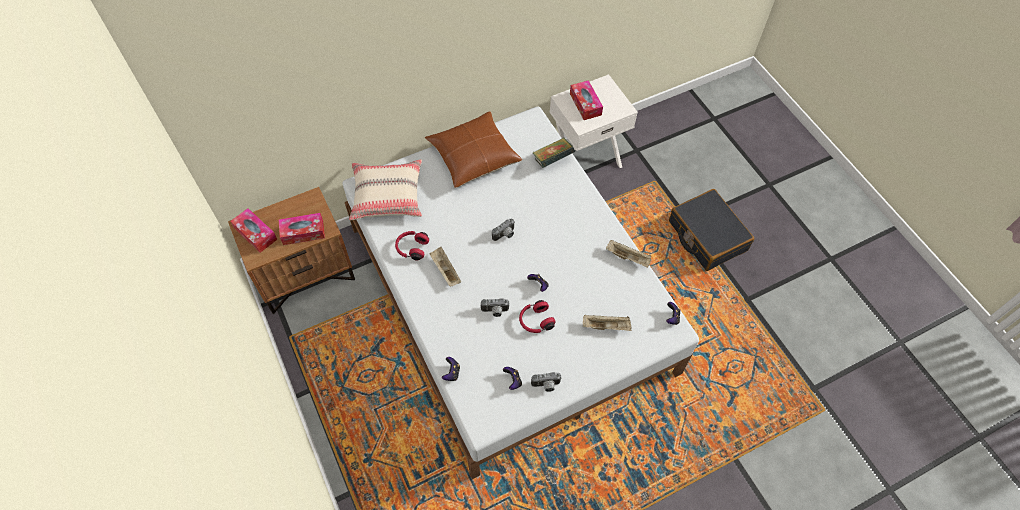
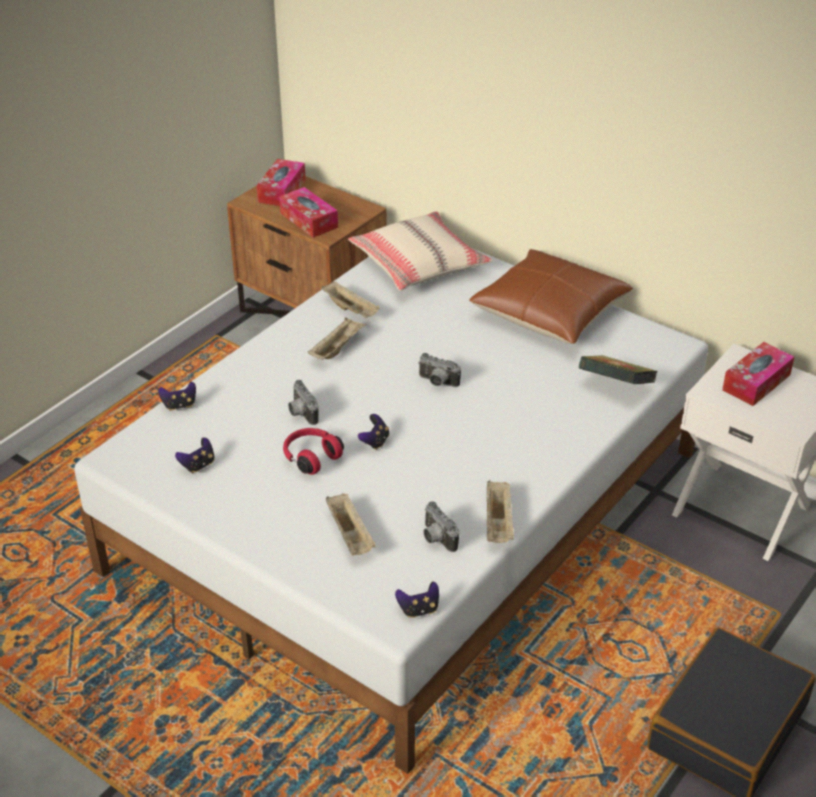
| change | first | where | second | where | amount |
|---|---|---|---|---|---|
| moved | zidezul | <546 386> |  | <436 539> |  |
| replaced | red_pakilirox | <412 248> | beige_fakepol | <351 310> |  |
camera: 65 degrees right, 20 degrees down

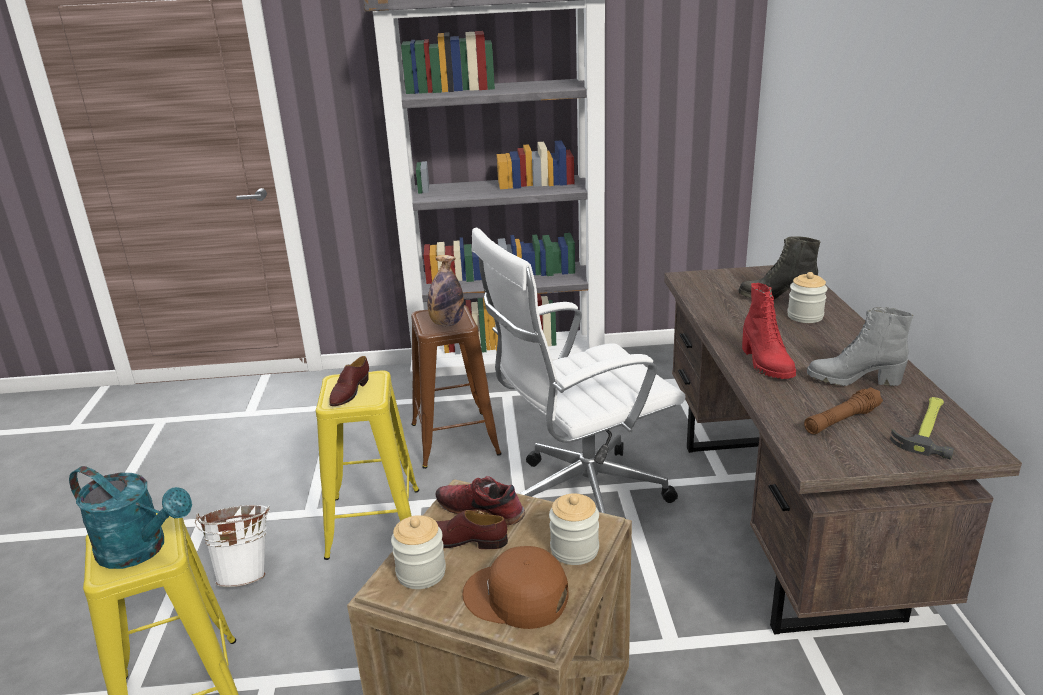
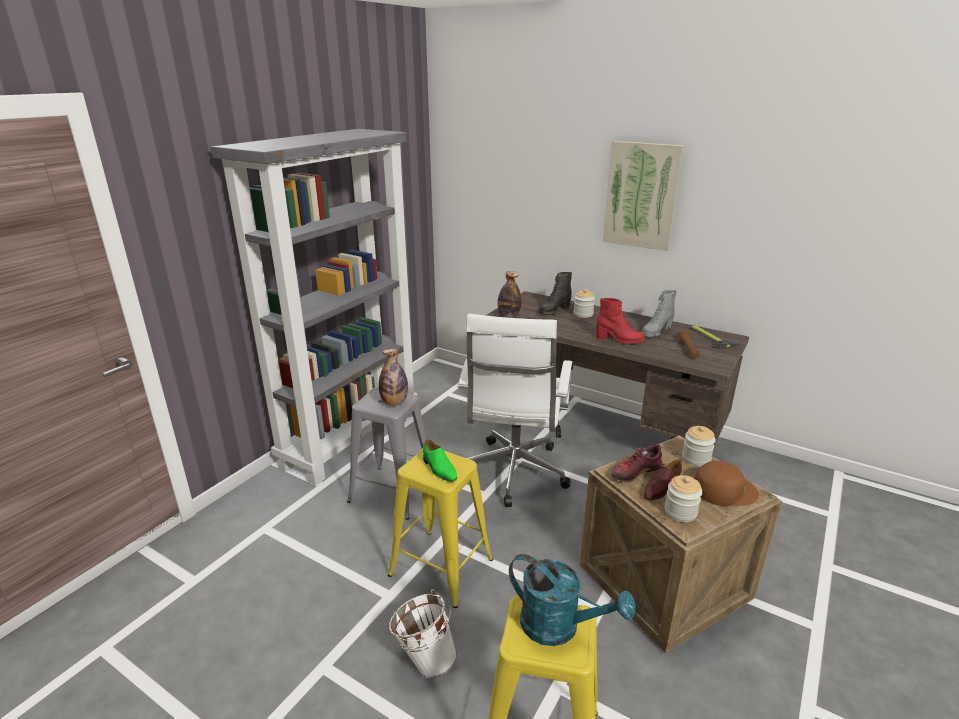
| change | first | where | second | where | amount |
|---|---|---|---|---|---|
| added |  |  | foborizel | <508 316> |  |
| added |  |  | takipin | <642 195> |  |
| recoloured | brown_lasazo | <349 392> | green_lasazo | <439 469> |  |
| recoloured | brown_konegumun | <455 439> | grey_konegumun | <392 492> |  |
| turned | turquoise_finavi | <141 550> |  | <559 627> | 60 degrees clockwise |
| turned | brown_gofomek | <516 597> |  | <723 490> | 150 degrees counterclockwise |
camera: 55 degrees left, 0 degrees up

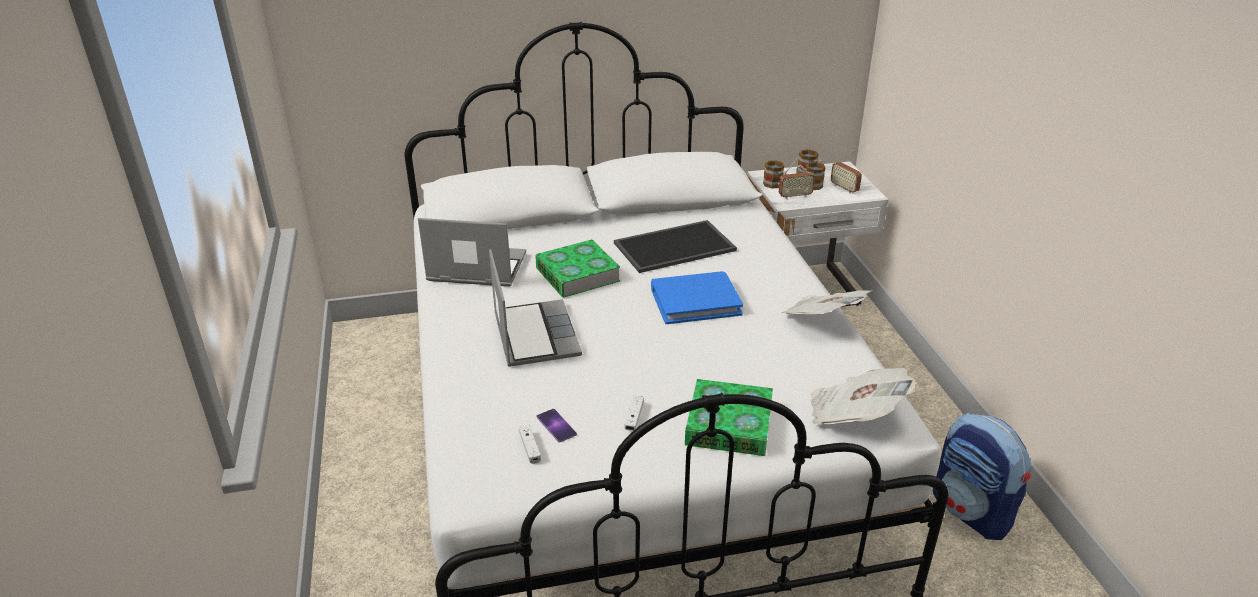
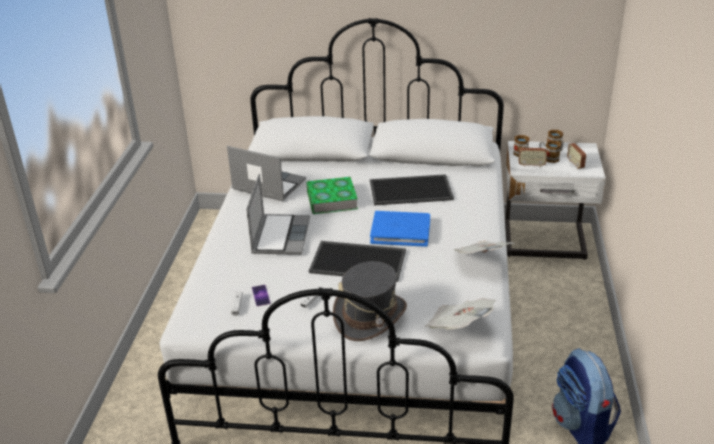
| change | first | where | second | where | amount |
|---|---|---|---|---|---|
| added |  |  | fakepol | <359 261> |  |
| replaced | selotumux | <729 424> | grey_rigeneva | <370 316> |  |
camera: 20 degrees right, 0 degrees up

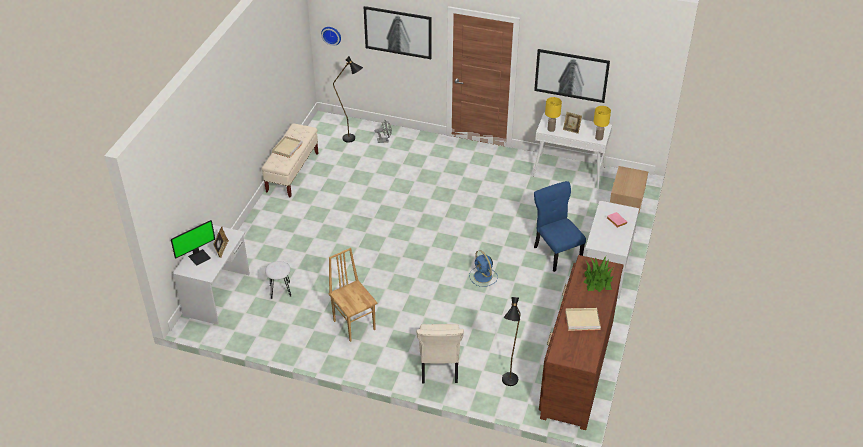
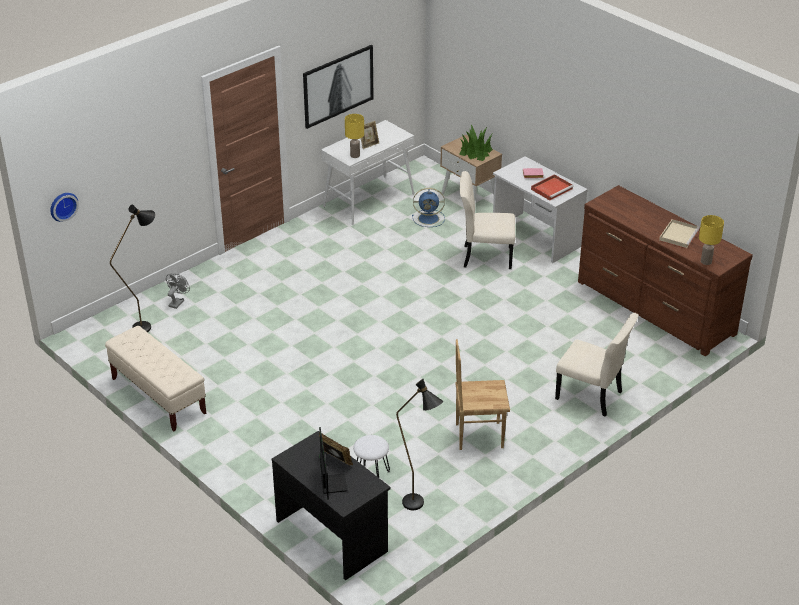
| change | first | where | second | where | amount |
|---|---|---|---|---|---|
| removed | beige_fakepol | <287 147> |  |  |  |
| removed | takipin | <398 32> |  |  |  |
| added |  |  | red_fakepol | <552 188> |  |
| moved | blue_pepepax | <483 277> |  | <429 218> |  |
| moved | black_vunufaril | <509 384> |  | <419 506> |  |
| moved | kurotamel | <597 281> |  | <475 152> |  |
| moved | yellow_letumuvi | <599 138> |  | <706 261> |  |
| recoloured | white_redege | <218 294> | black_redege | <332 535> |  |
| recoloured | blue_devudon | <556 253> | beige_devudon | <485 257> |  |
camera: 60 degrees left, 5 degrees down

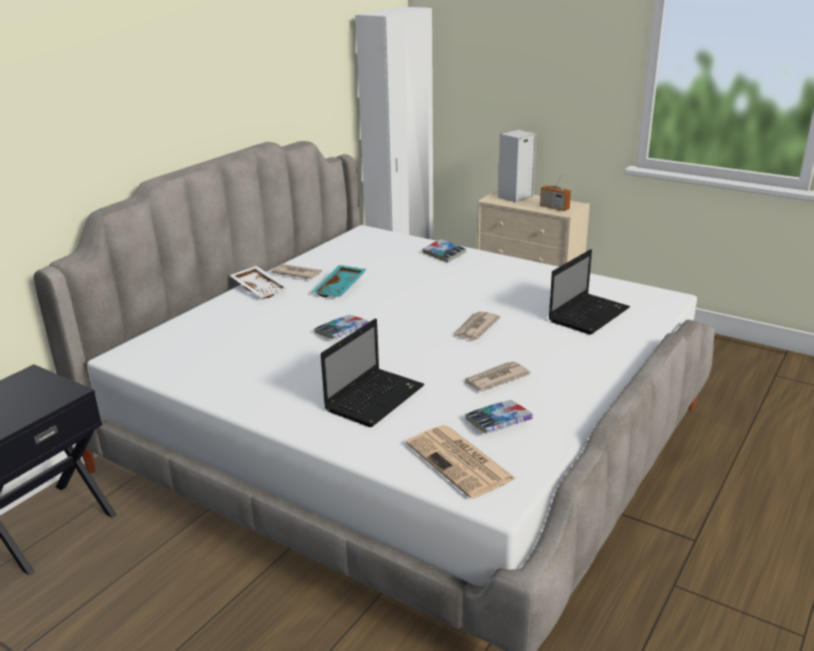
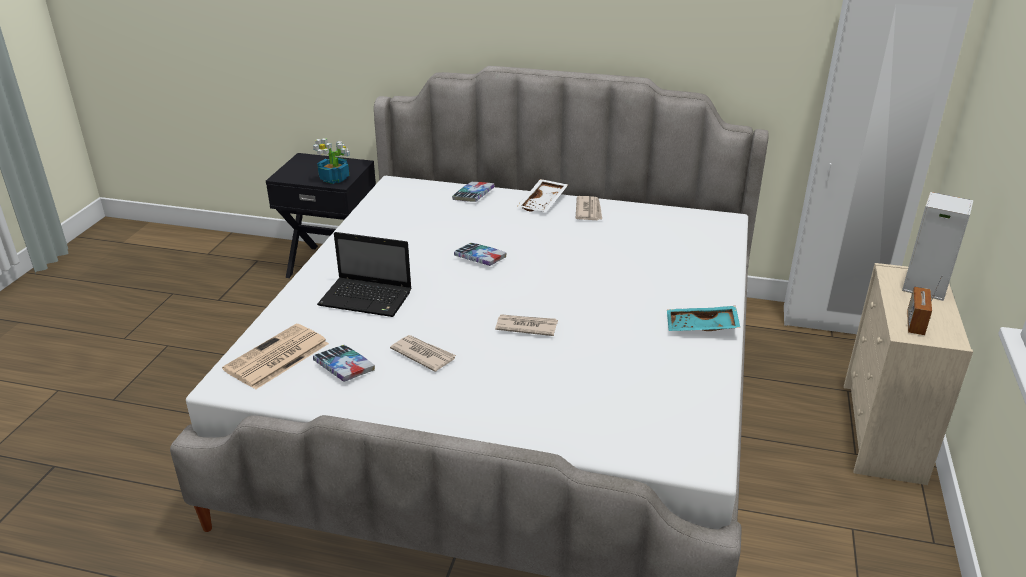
| change | first | where | second | where | amount |
|---|---|---|---|---|---|
| removed | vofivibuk | <589 314> |  |  |  |
| added |  |  | kurotamel | <335 178> |  |
| moved | turquoise_fakepol | <341 288> |  | <701 328> |  |
| moved | selotumux | <444 254> |  | <473 195> |  |
camera: 70 degrees right, 5 degrees up

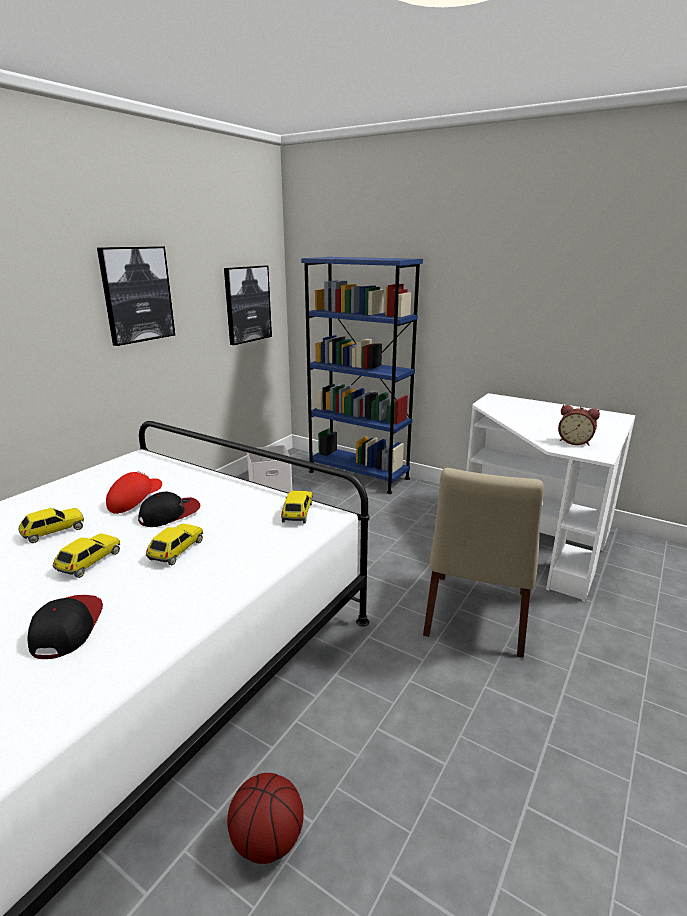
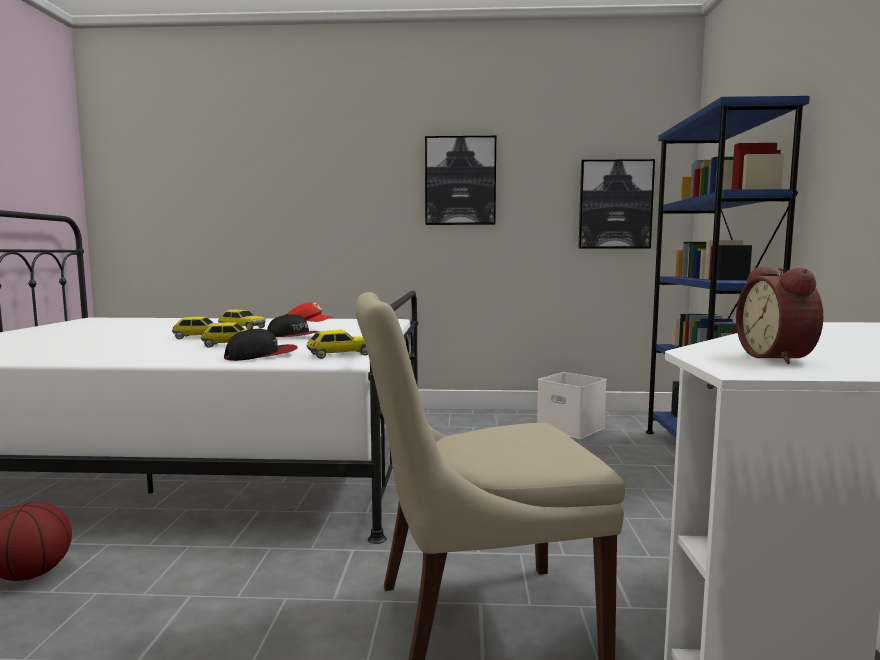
| change | first | where | second | where | amount |
|---|---|---|---|---|---|
| moved | gofomek | <66 628> |  | <261 355> |  |
camera: 60 degrees right, 15 degrees down

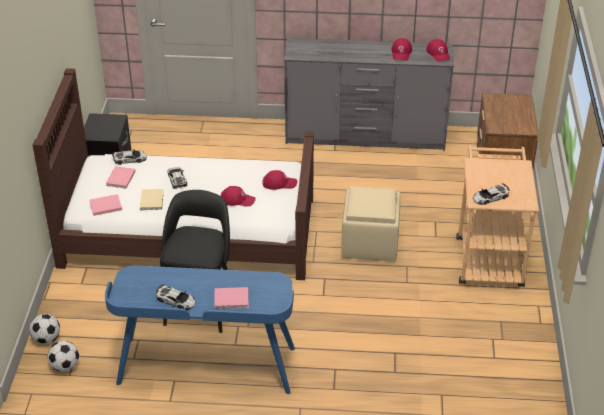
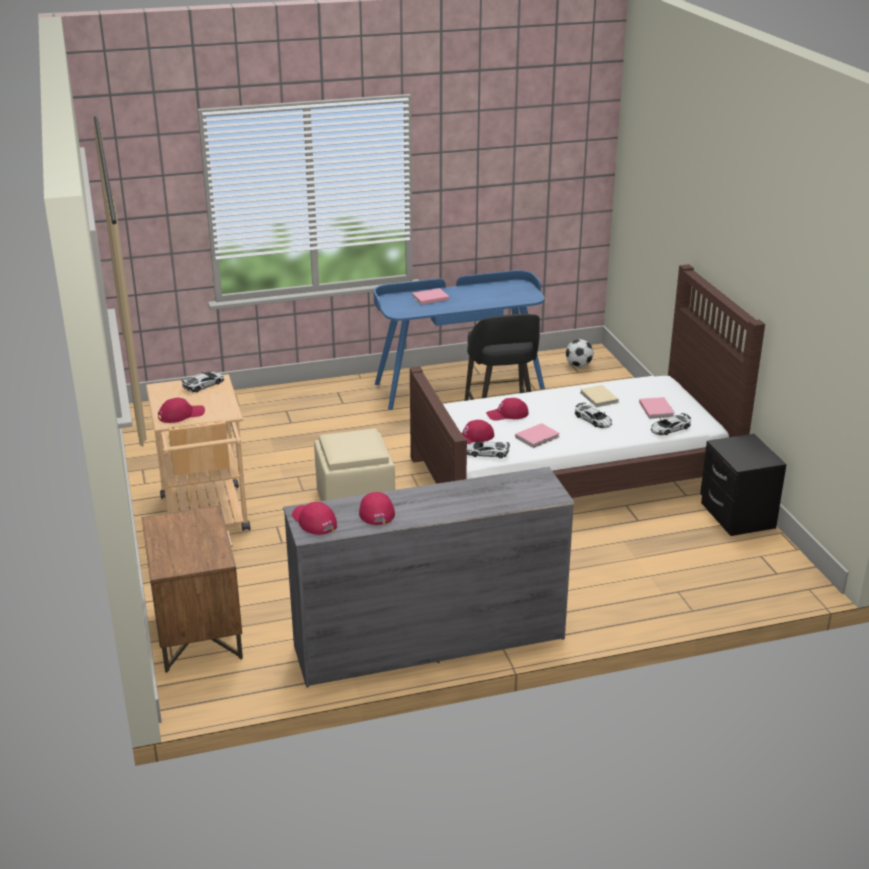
| change | first | where | second | where | amount |
|---|---|---|---|---|---|
| removed | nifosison | <46 339> |  |  |  |
| added |  |  | red_gofomek | <181 415> |  |
| moved | pink_selotumux | <104 206> |  | <538 437> |  |
| moved | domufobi | <176 300> |  | <487 452> |  |
camera: 160 degrees right, 10 degrees down

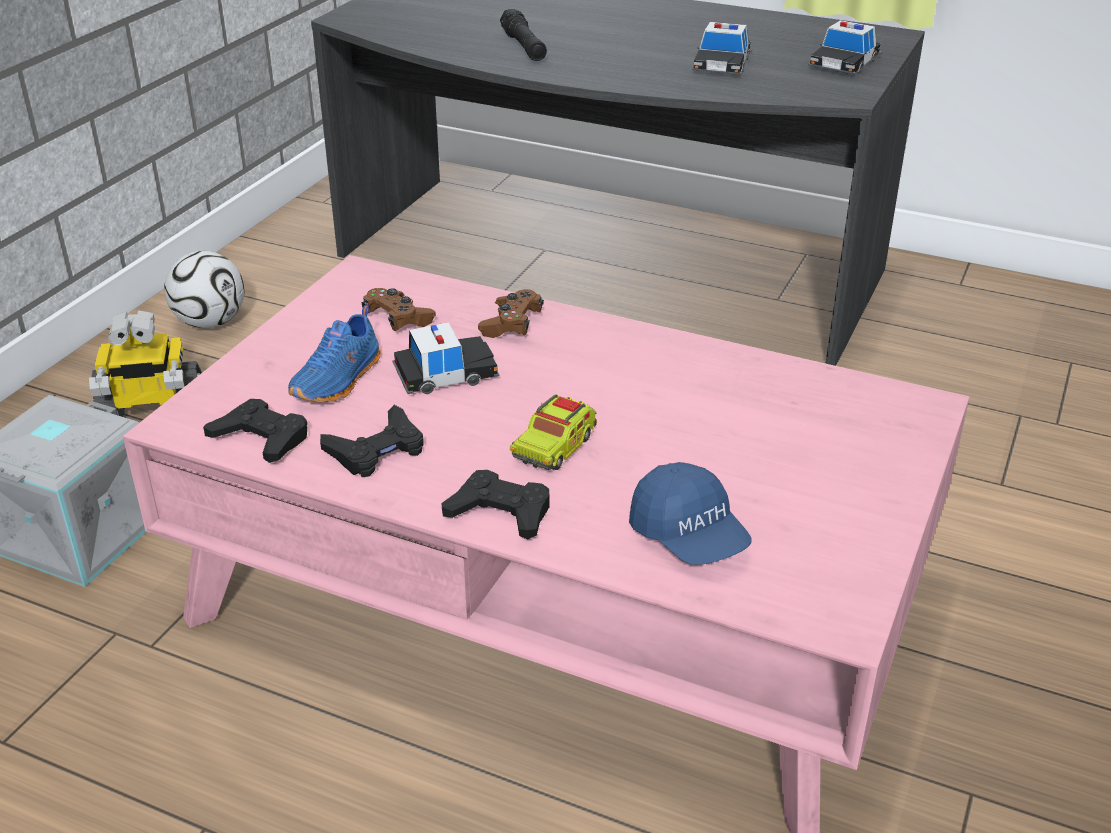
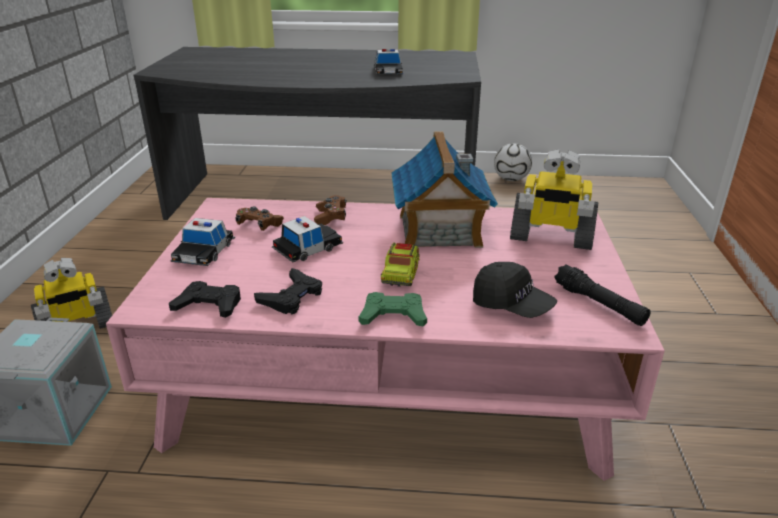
| change | first | where | second | where | amount |
|---|---|---|---|---|---|
| removed | blue_lasazo | <339 380> |  |  |  |
| added |  |  | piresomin | <439 230> |  |
| added |  |  | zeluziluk | <550 236> |  |
| moved | nifosison | <210 322> |  | <510 179> |  |
| moved | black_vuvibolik | <524 47> |  | <599 304> |  |
| moved | domufobi | <844 63> |  | <204 252> |  |
| recoloured | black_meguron | <500 512> | green_meguron | <393 316> |  |
| recoloured | blue_gofomek | <689 537> | black_gofomek | <512 305> |  |
camera: 20 degrees left, 5 degrees down

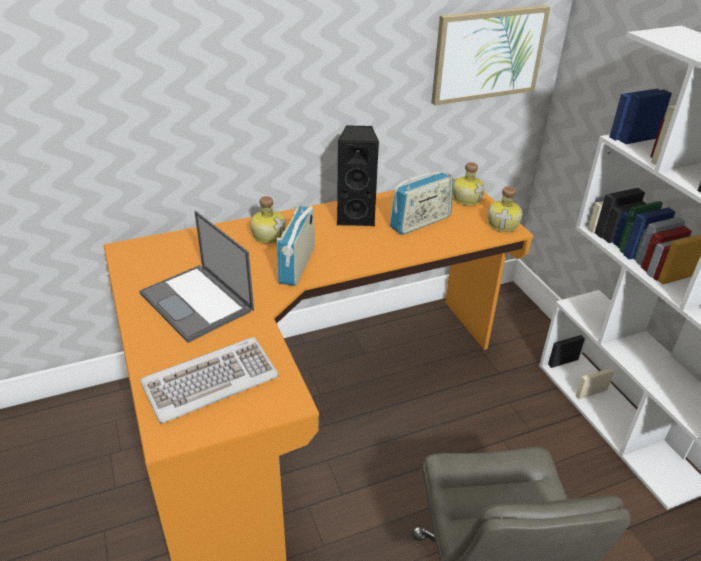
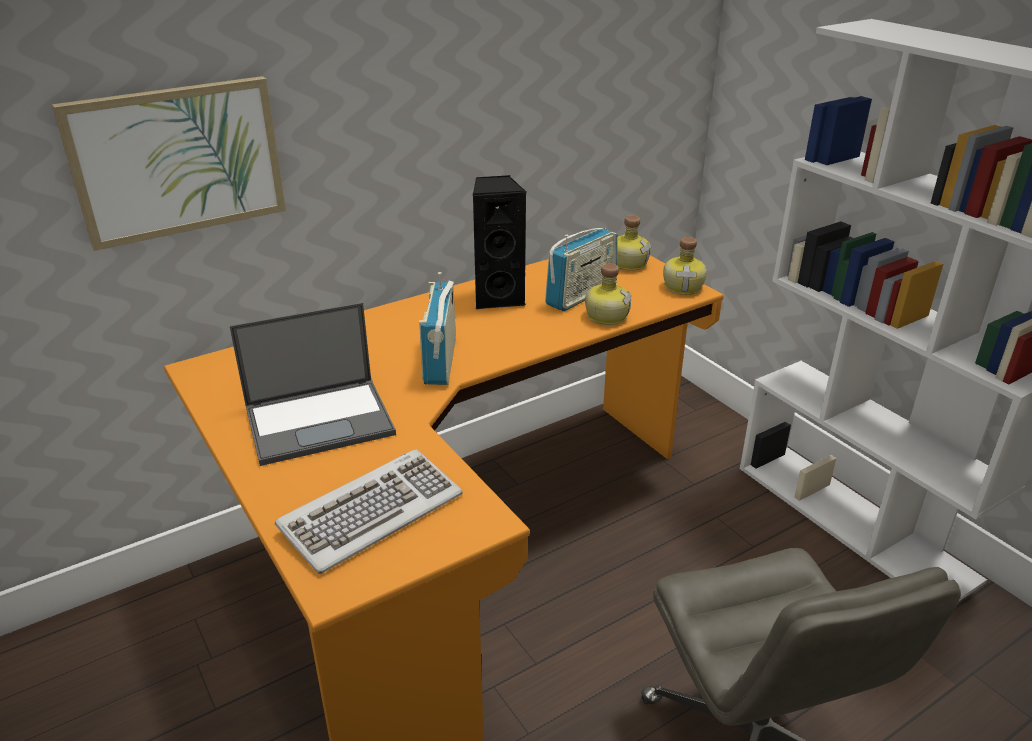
| change | first | where | second | where | amount |
|---|---|---|---|---|---|
| moved | foborizel | <268 235> |  | <606 316> |  |
| moved | takipin | <488 54> |  | <178 160> |  |
| turned | vofivibuk | <198 302> |  | <321 420> | 60 degrees counterclockwise |
camera: 10 degrees left, 5 degrees down

